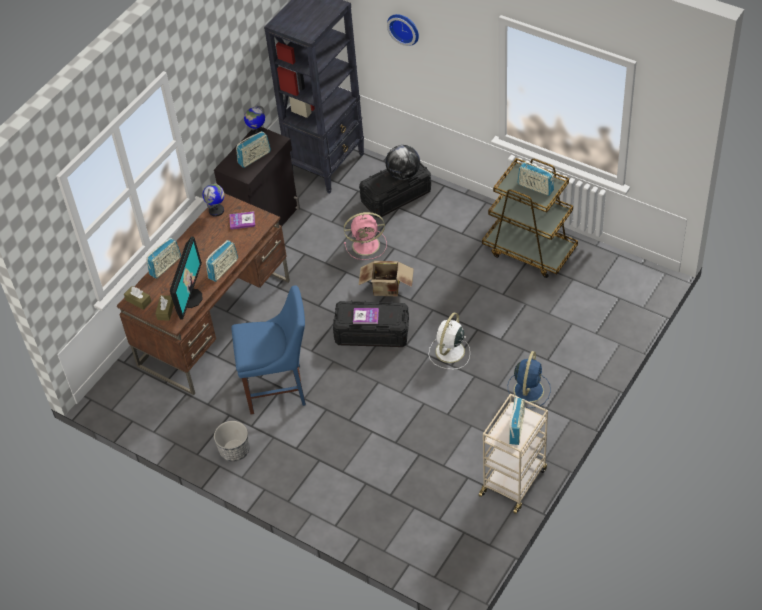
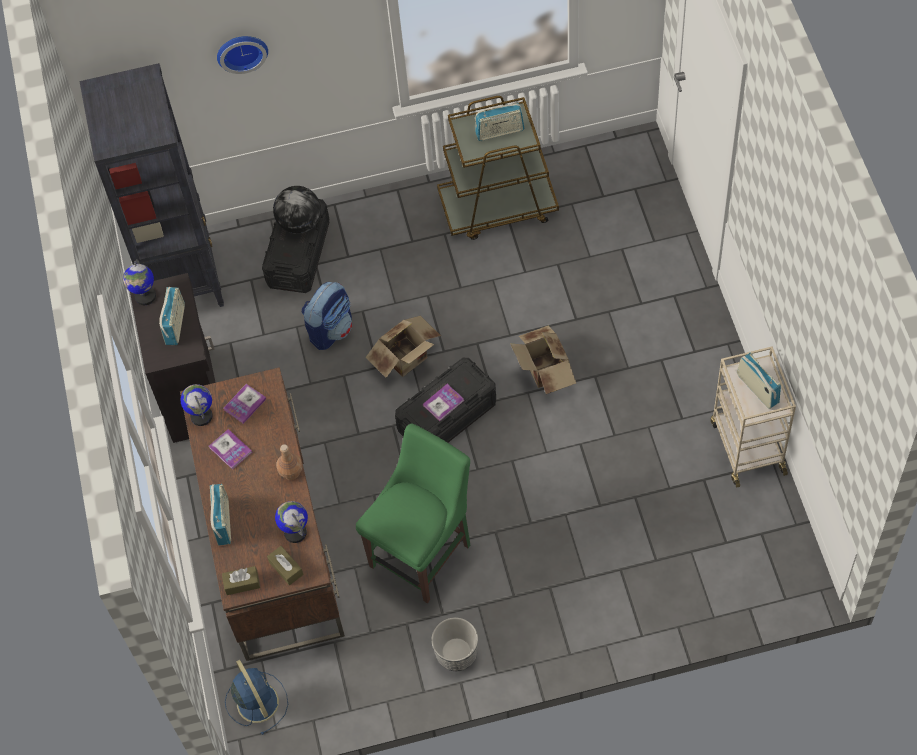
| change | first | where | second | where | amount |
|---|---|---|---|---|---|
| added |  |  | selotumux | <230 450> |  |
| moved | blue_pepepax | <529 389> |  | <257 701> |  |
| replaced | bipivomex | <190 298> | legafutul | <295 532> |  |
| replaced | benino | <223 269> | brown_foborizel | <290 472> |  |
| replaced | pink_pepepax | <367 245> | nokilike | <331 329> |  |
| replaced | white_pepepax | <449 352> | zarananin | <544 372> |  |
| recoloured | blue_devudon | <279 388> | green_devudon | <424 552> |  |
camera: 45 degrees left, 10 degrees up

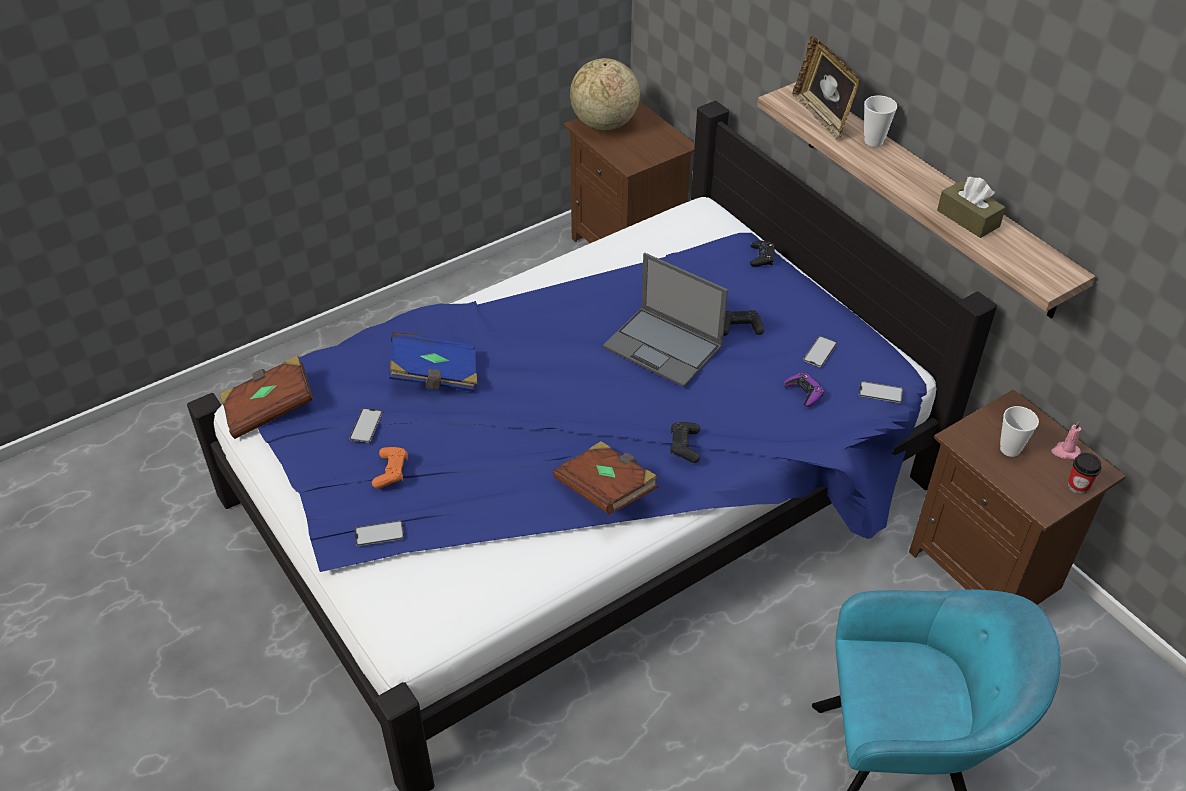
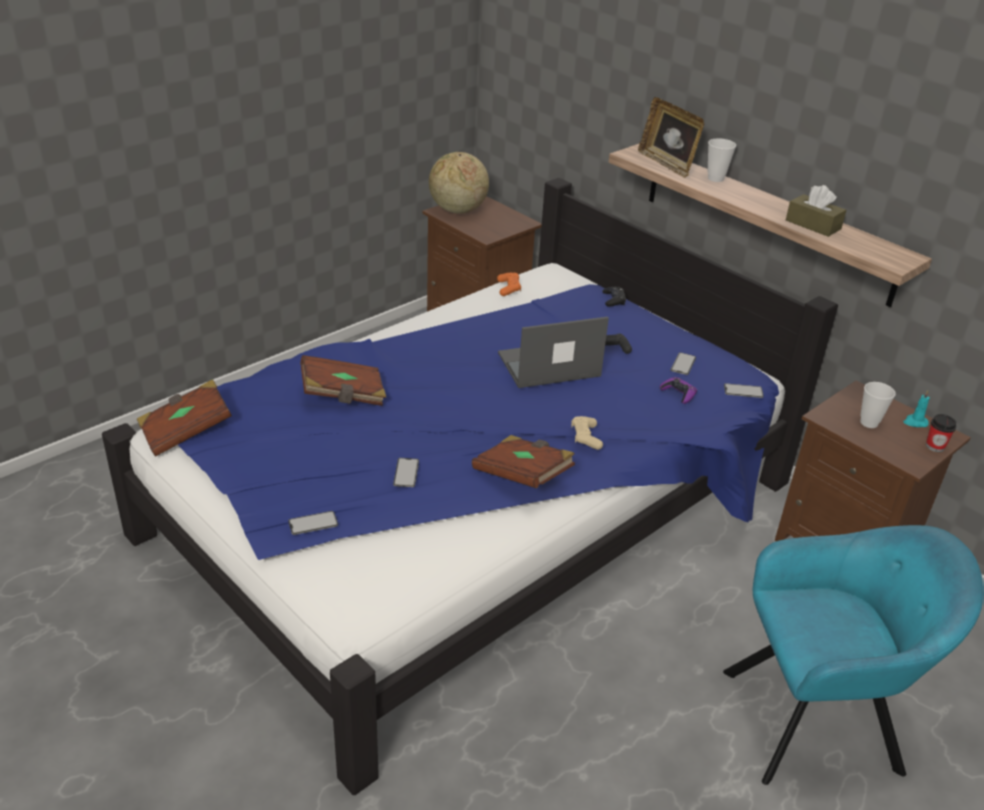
| change | first | where | second | where | amount |
|---|---|---|---|---|---|
| moved | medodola | <366 425> |  | <406 472> |  |
| moved | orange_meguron | <391 471> |  | <508 288> |  |
| recoloured | blue_selotumux | <435 376> | brown_selotumux | <343 395> |  |
| recoloured | black_meguron | <685 446> | beige_meguron | <585 437> |  |
| recoloured | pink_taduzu | <1065 452> | turquoise_taduzu | <915 422> |  |
| turned | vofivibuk | <664 347> |  | <547 365> | 135 degrees clockwise |
camera: 10 degrees left, 10 degrees down

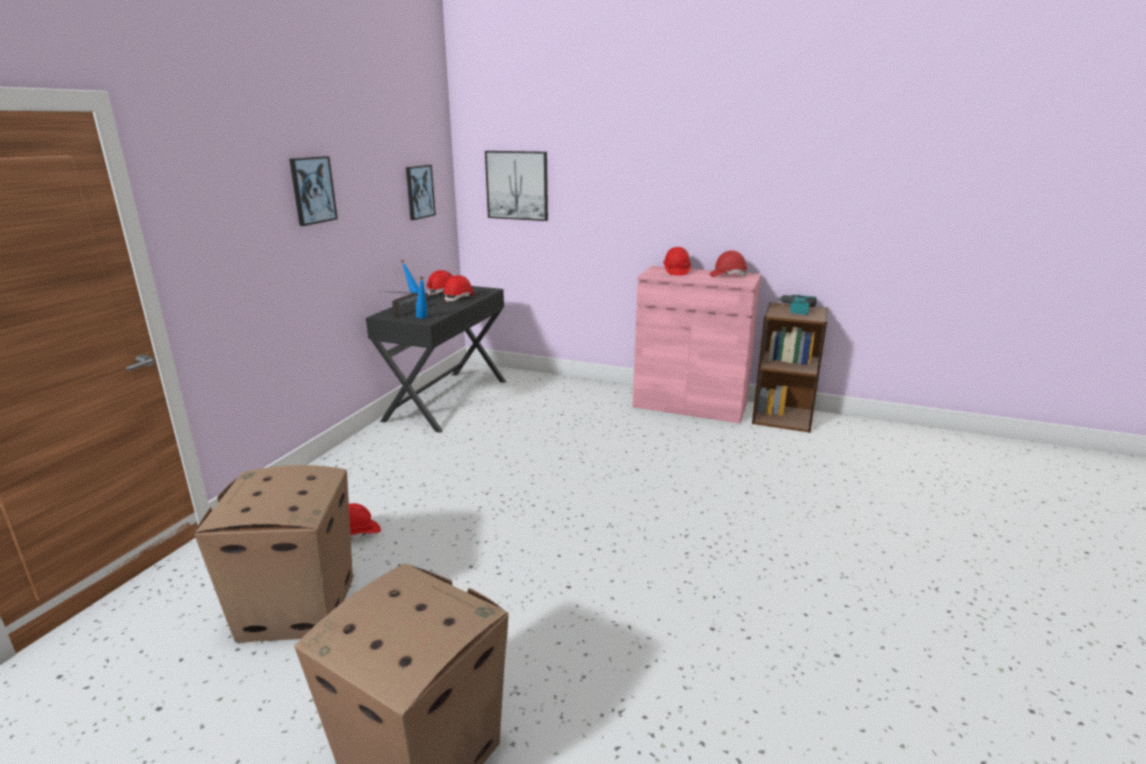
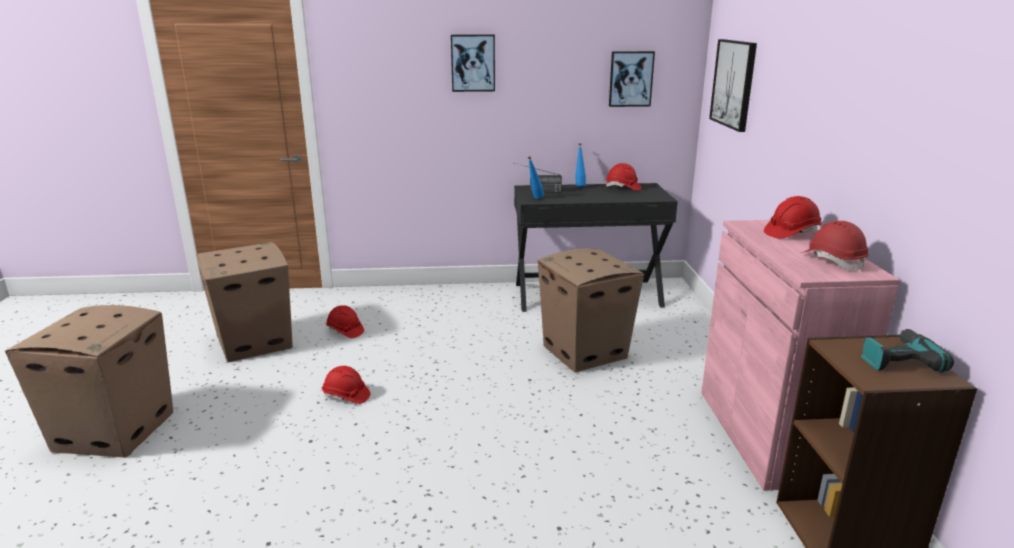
| change | first | where | second | where | amount |
|---|---|---|---|---|---|
| added |  |  | zarananin | <585 352> |  |
| moved | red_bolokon | <460 298> |  | <346 396> |  |
camera: 65 degrees right, 0 degrees up

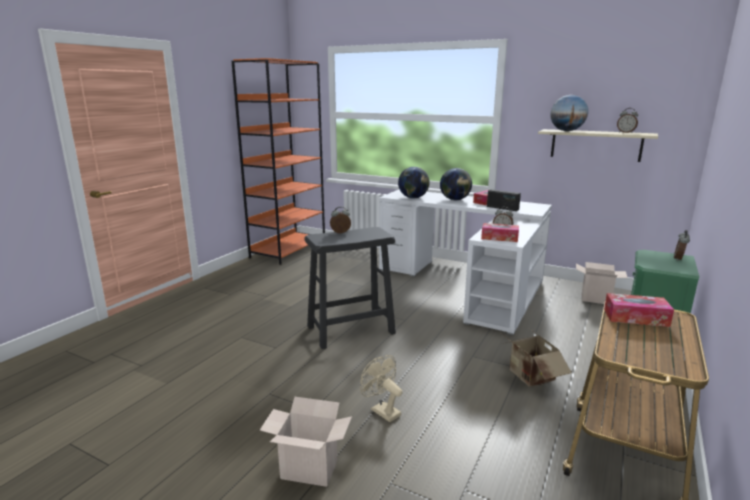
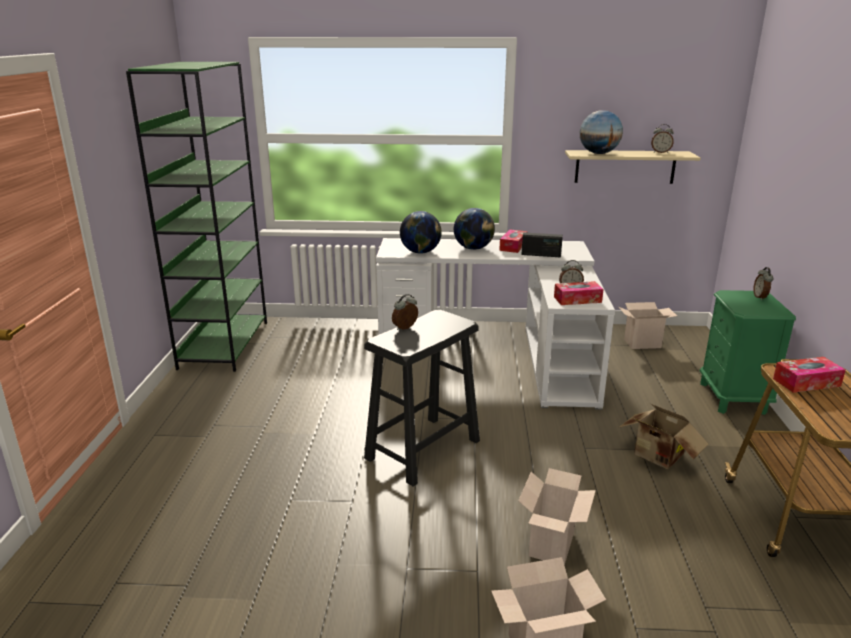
| change | first | where | second | where | amount |
|---|---|---|---|---|---|
| replaced | beige_pepepax | <381 410> | zarananin | <552 546> |  |
| recoloured | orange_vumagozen | <288 250> | green_vumagozen | <224 344> |  |
camera: 25 degrees left, 5 degrees up

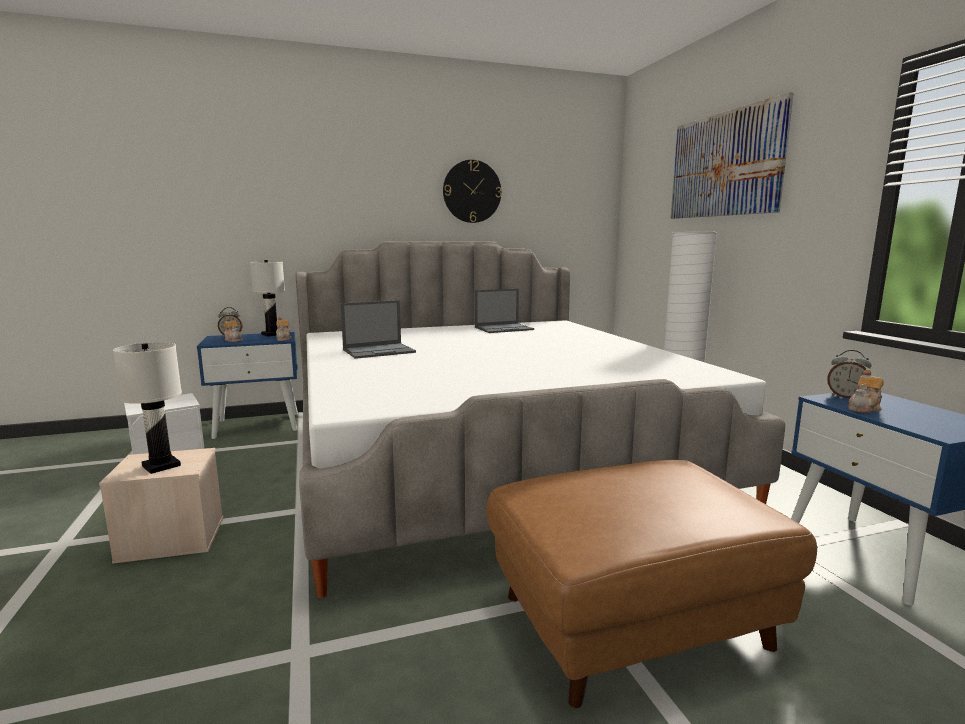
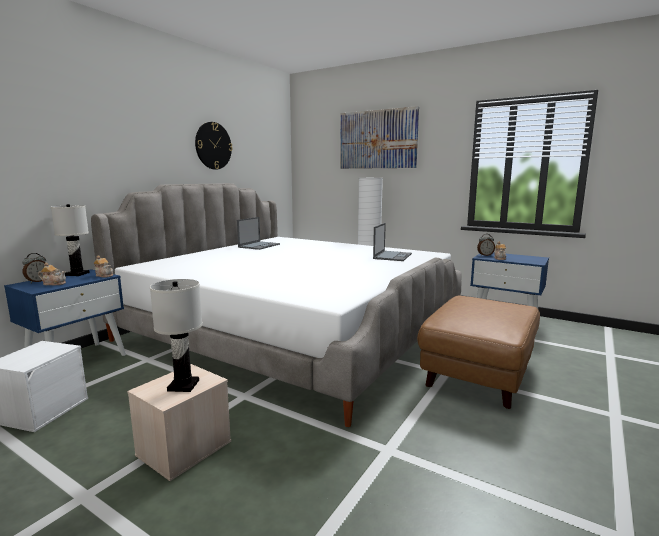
| change | first | where | second | where | amount |
|---|---|---|---|---|---|
| moved | vofivibuk | <379 351> |  | <392 256> |  |
camera: 40 degrees left, 0 degrees up

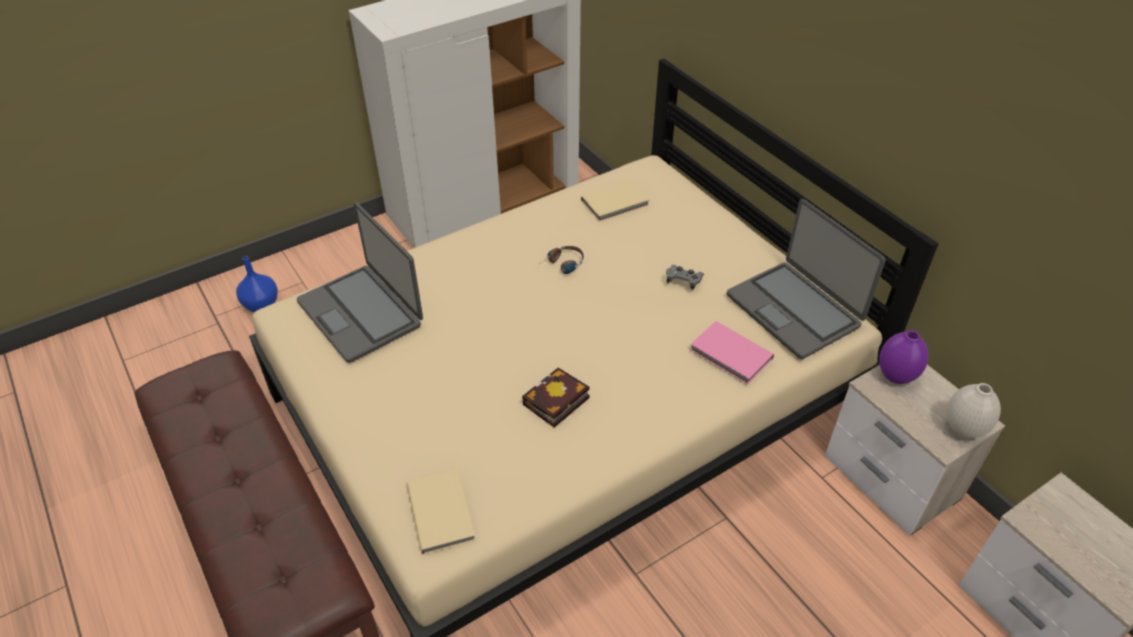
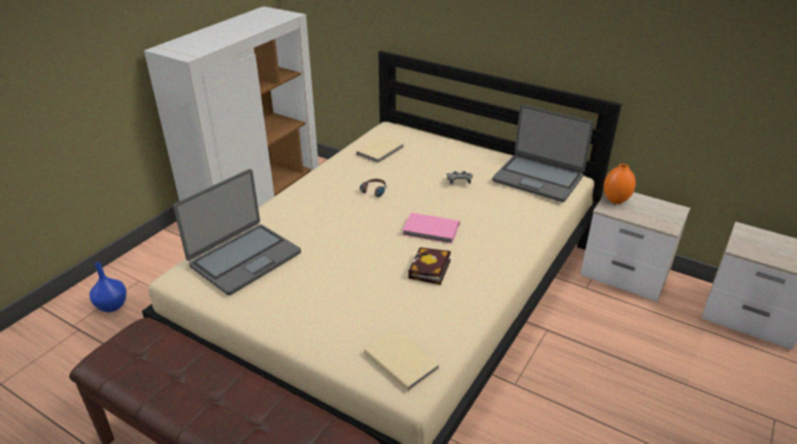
| change | first | where | second | where | amount |
|---|---|---|---|---|---|
| removed | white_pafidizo | <964 430> |  |  |  |
| moved | pink_selotumux | <731 355> |  | <431 230> |  |
| recoloured | purple_pafidizo | <896 377> | orange_pafidizo | <616 200> |  |
| turned | vofivibuk | <361 313> |  | <244 258> | 75 degrees counterclockwise |
camera: 25 degrees left, 10 degrees down

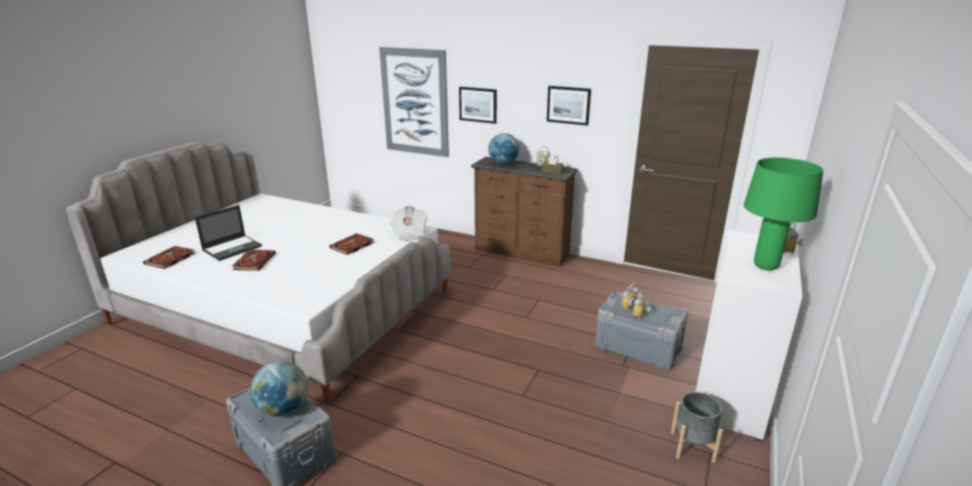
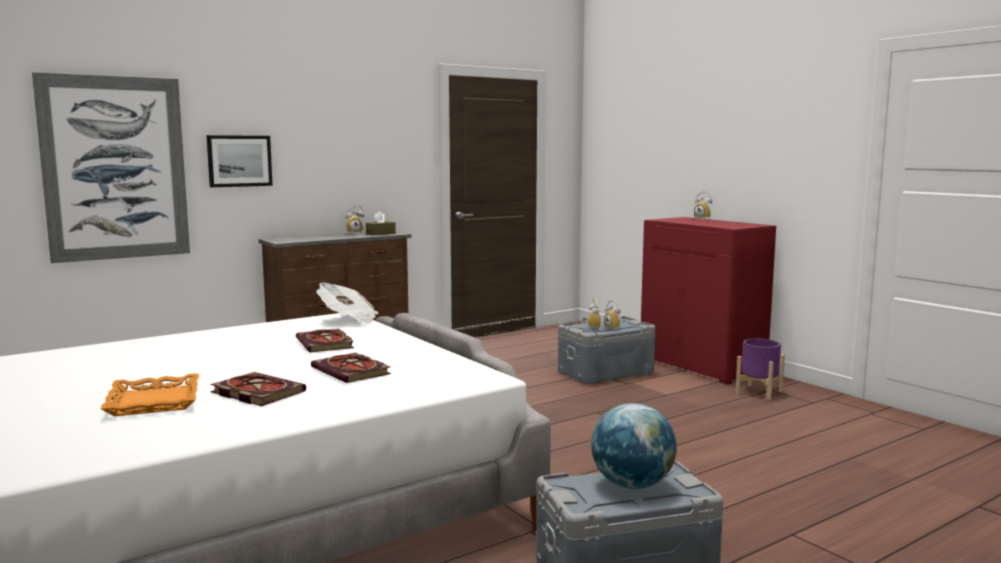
| change | first | where | second | where | amount |
|---|---|---|---|---|---|
| removed | legafutul | <503 163> |  |  |  |
| removed | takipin | <568 105> |  |  |  |
| removed | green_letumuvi | <766 266> |  |  |  |
| moved | selotumux | <170 259> |  | <353 371> |  |
| replaced | vofivibuk | <233 248> | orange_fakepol | <153 402> |  |
| recoloured | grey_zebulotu | <693 446> | purple_zebulotu | <759 392> |  |
| recoloured | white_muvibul | <731 393> | red_muvibul | <702 365> |  |
camera: 60 degrees left, 15 degrees down

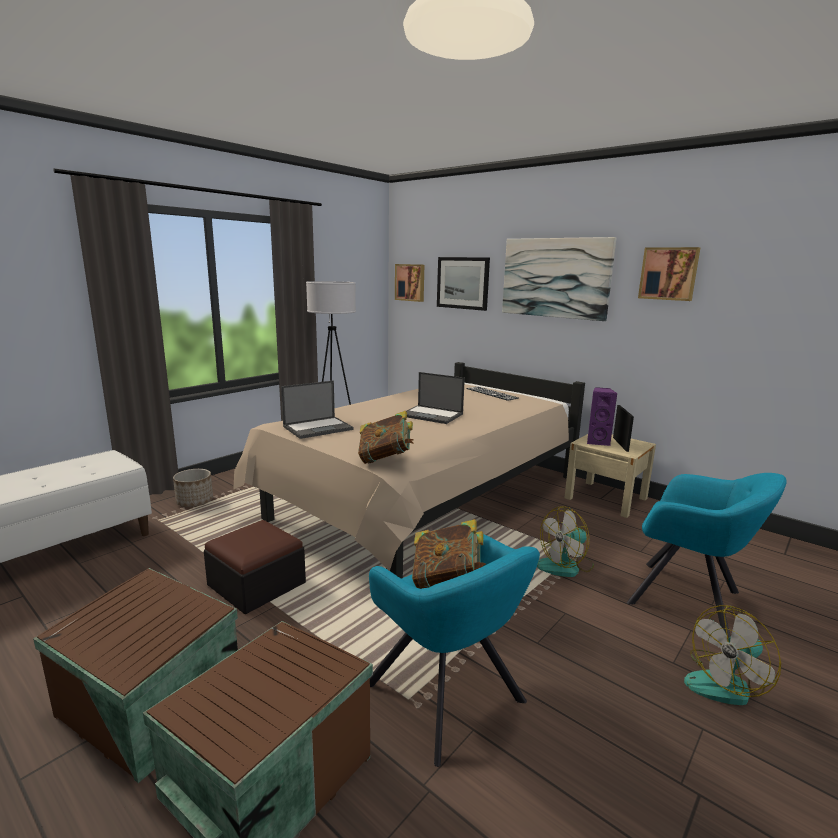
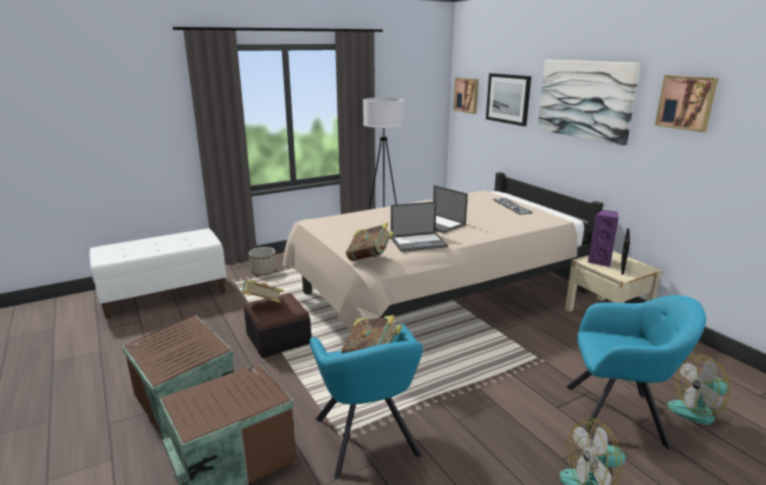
| change | first | where | second | where | amount |
|---|---|---|---|---|---|
| added |  |  | selotumux | <262 305> |  |
| moved | vofivibuk | <318 428> |  | <419 242> |  |
| moved | pepepax | <565 566> |  | <700 412> |  |
| turned | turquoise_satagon | <689 599> |  | <619 415> | 45 degrees counterclockwise |
camera: 20 degrees right, 5 degrees up

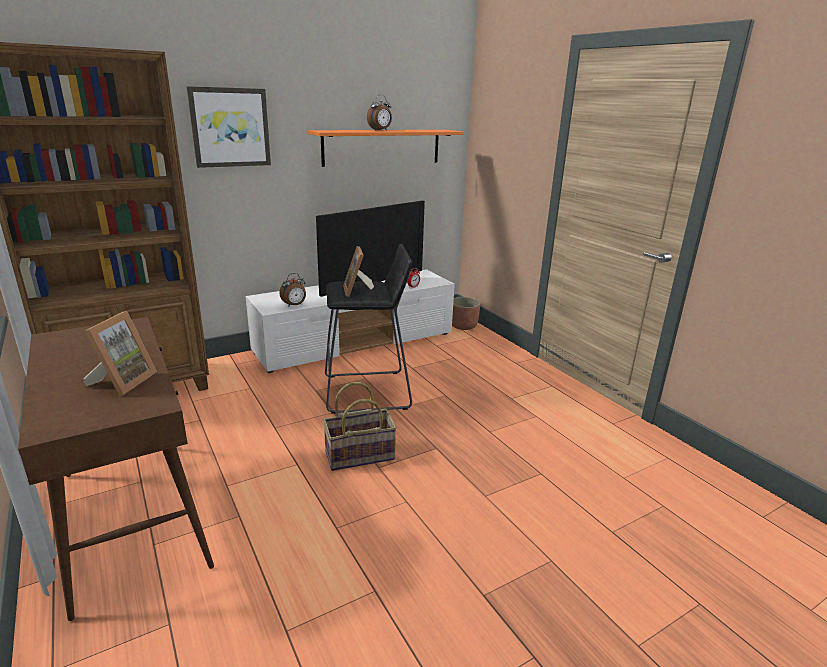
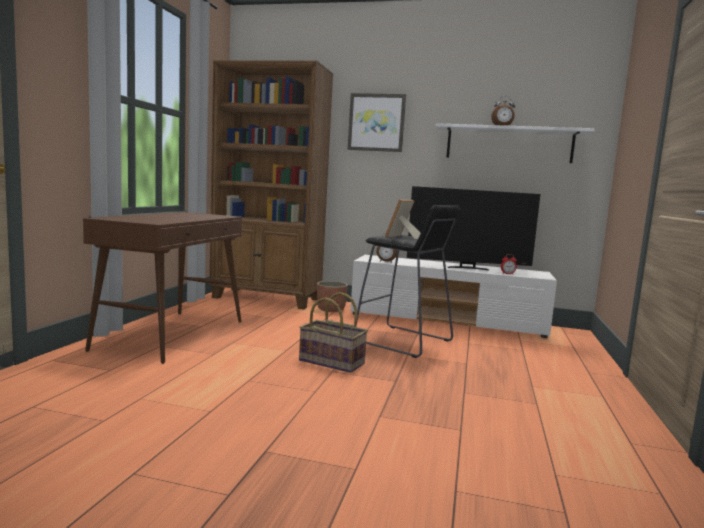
| change | first | where | second | where | amount |
|---|---|---|---|---|---|
| removed | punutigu | <123 381> |  |  |  |
| moved | zebulotu | <463 326> |  | <331 310> |  |
| recoloured | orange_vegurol | <382 147> | white_vegurol | <509 144> |  |
camera: 45 degrees right, 15 degrees down

